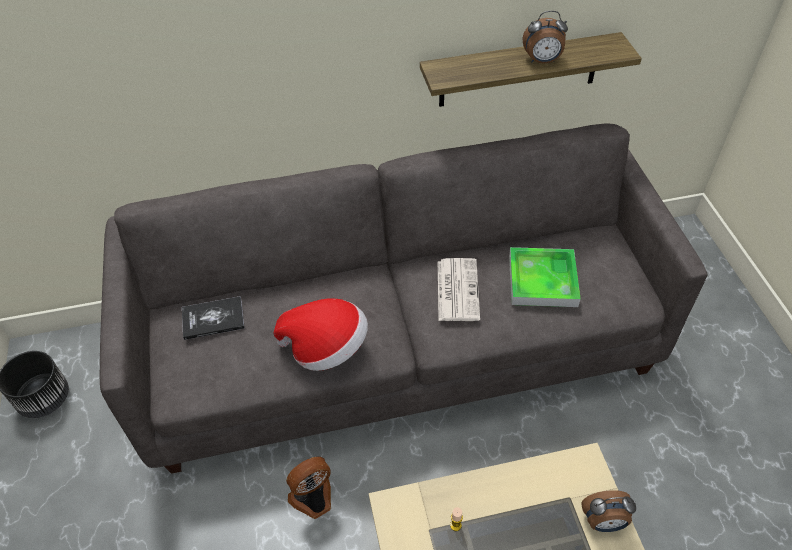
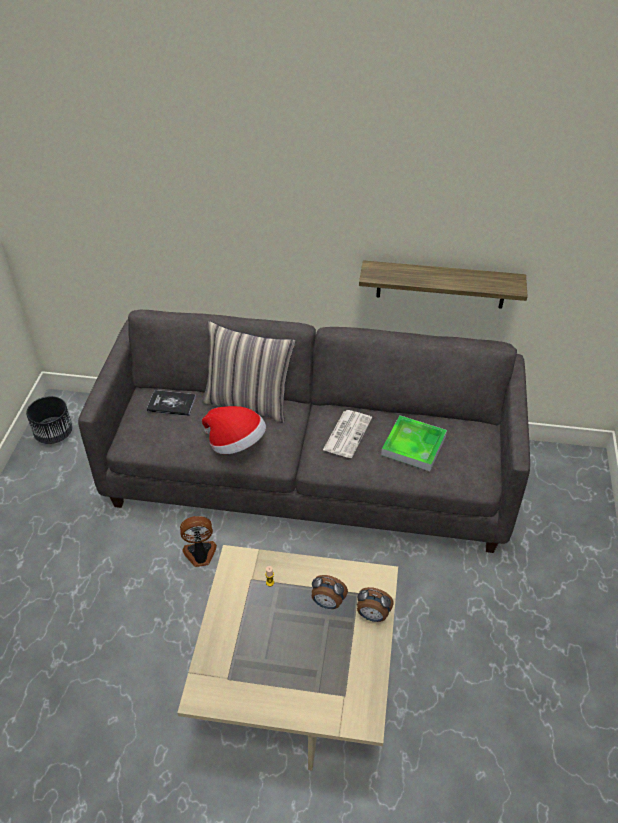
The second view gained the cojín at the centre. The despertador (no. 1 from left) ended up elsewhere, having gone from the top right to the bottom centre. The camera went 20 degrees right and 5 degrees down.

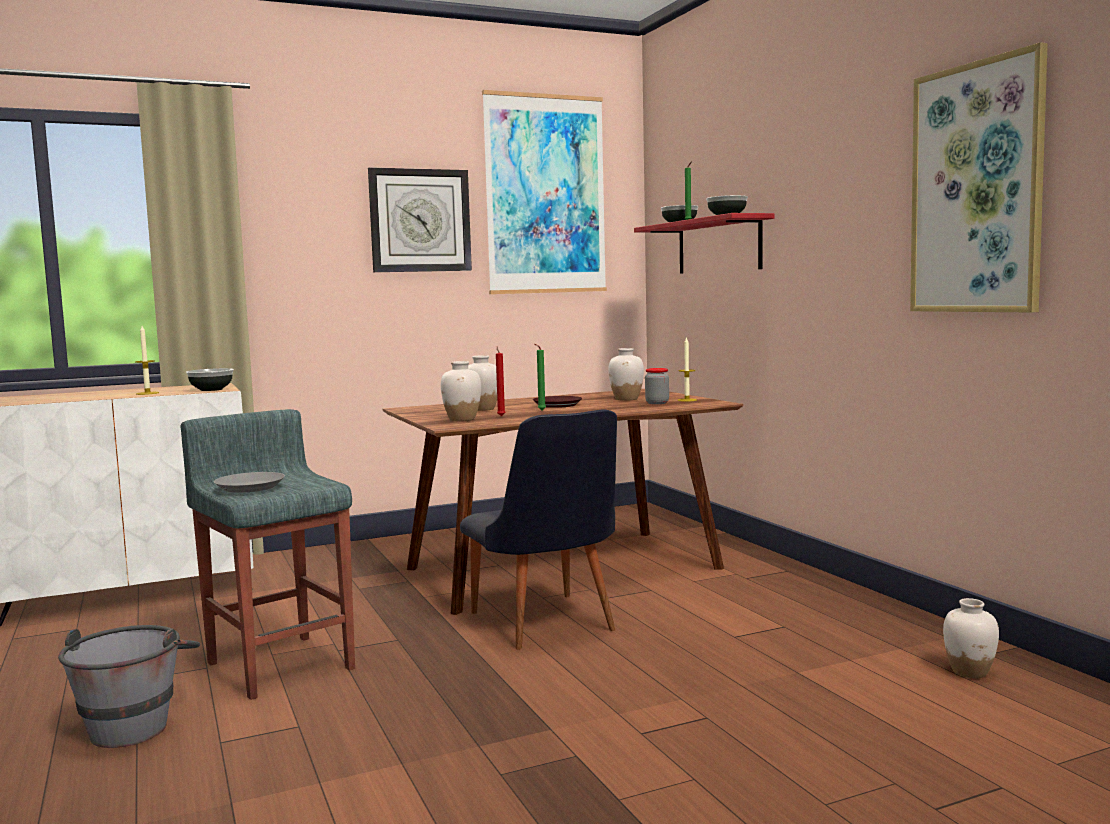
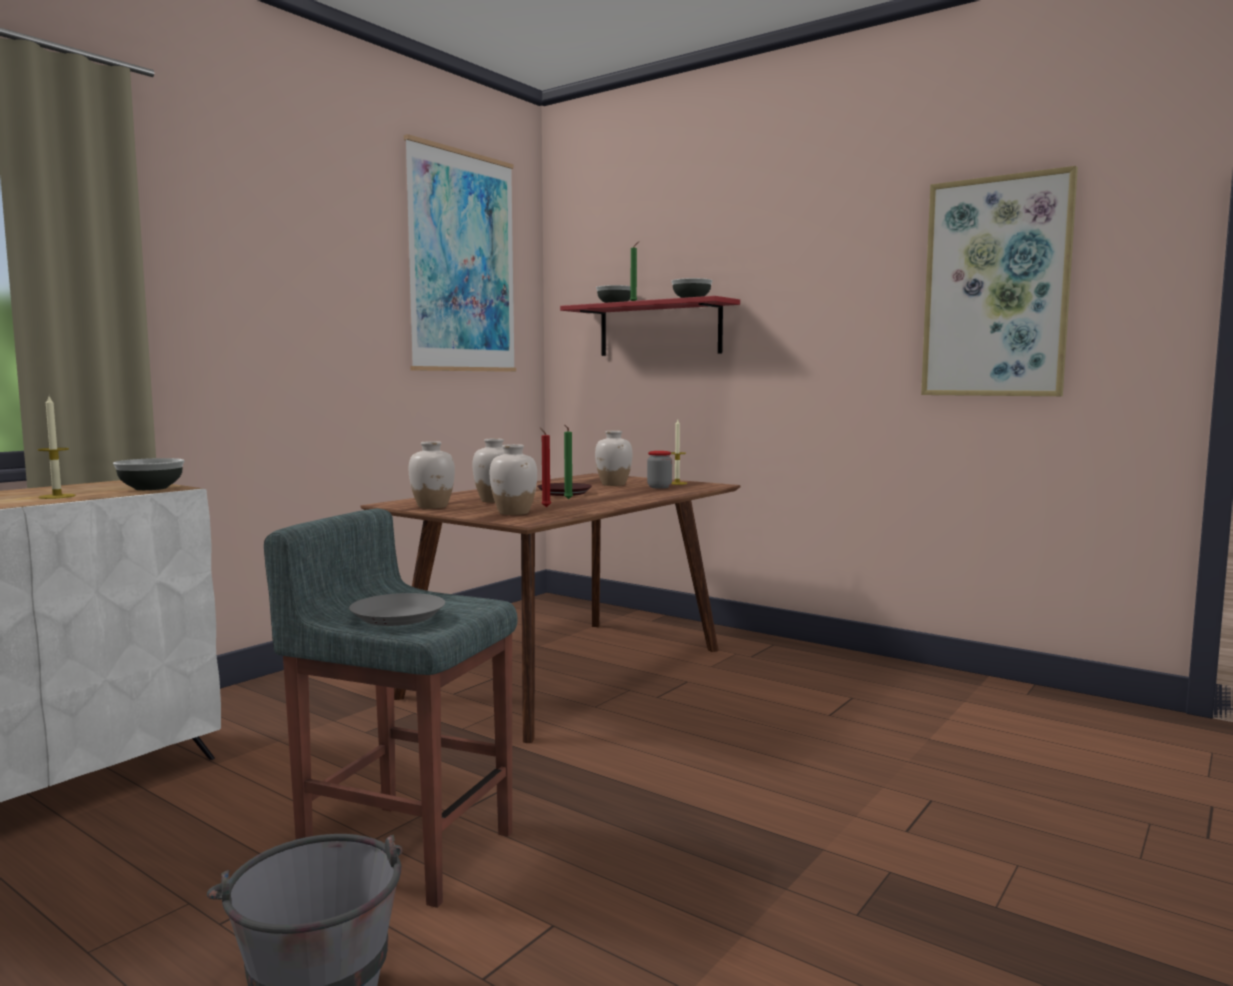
The florero [blanco] (no. 4 from left in the first image) ended up elsewhere, having gone from the bottom right to the centre. The second view lost the reloj de pared at the top centre. The second view lost the silla [negro] at the centre. The camera went 30 degrees left and 0 degrees up.

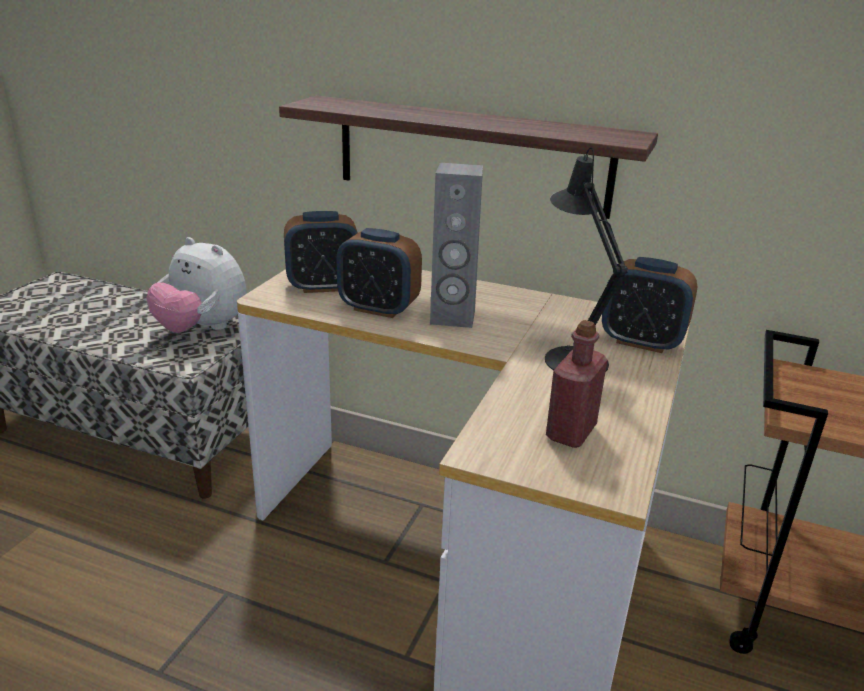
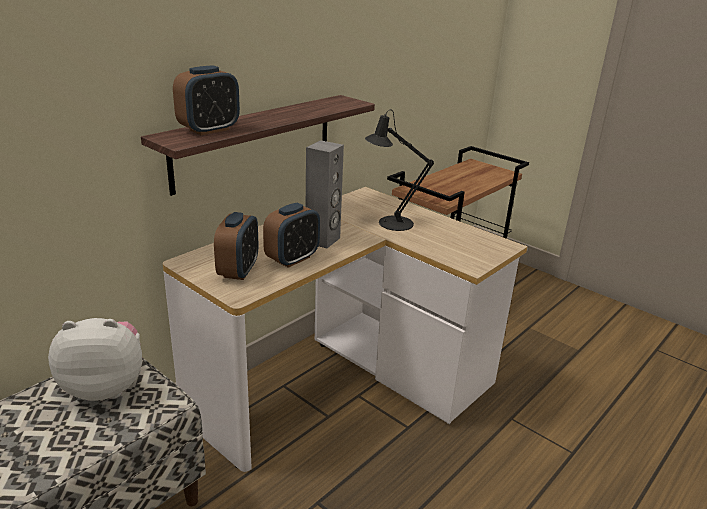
The peluche at the middle left ended up facing another way, 150 degrees counterclockwise from before. The despertador (no. 3 from left in the first image) ended up elsewhere, having gone from the middle right to the top left. The second view lost the botella [rojo] at the middle right. The camera went 70 degrees left and 0 degrees up.

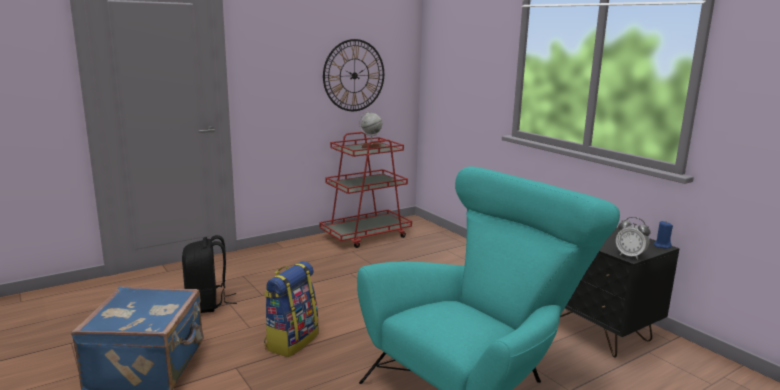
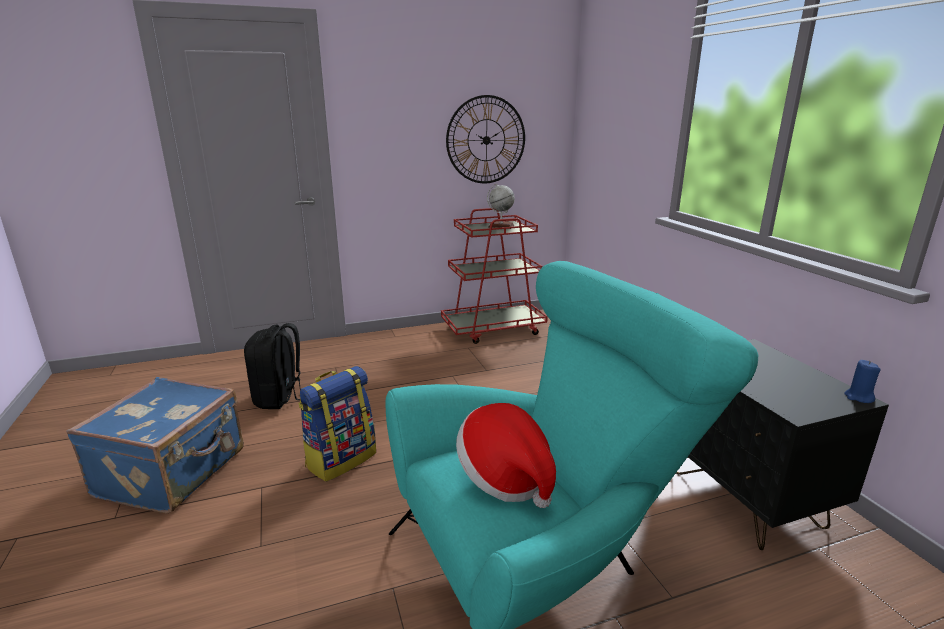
The second view gained the sombrero at the bottom centre. The second view lost the despertador at the middle right. The camera went 15 degrees right and 5 degrees up.

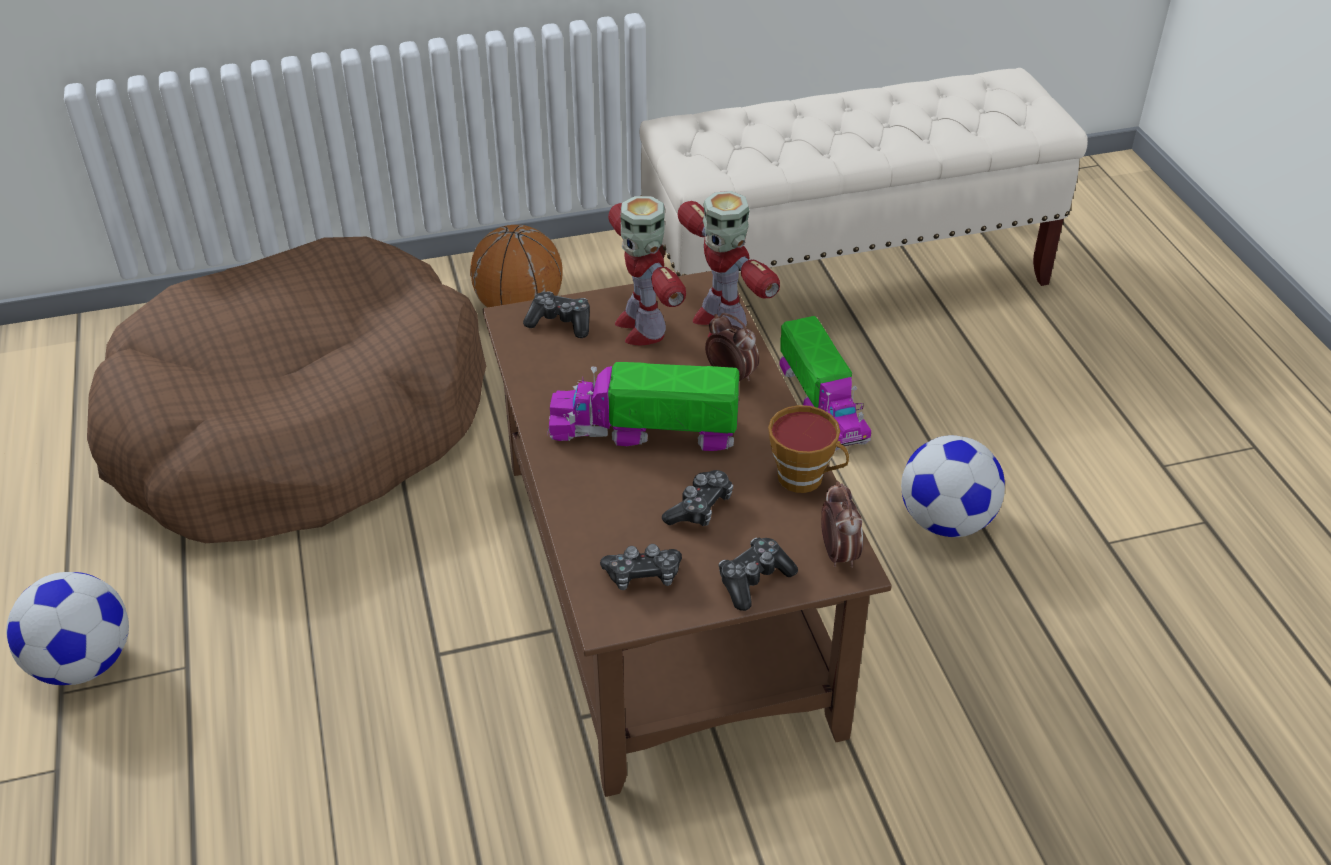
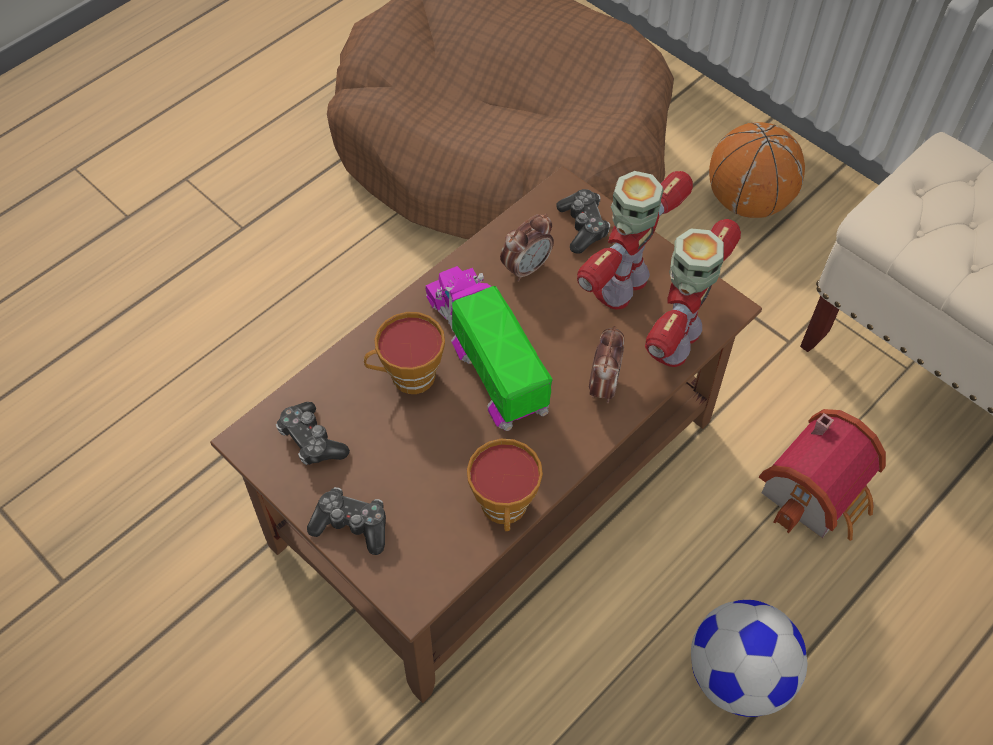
The second view gained the taza (no. 1 from left) at the centre. The despertador (no. 2 from left in the first image) ended up elsewhere, having gone from the centre to the top centre. Where the camión de juguete (no. 2 from left) stood at the centre, the casita came to stand at the middle right. The second view lost the balón de fútbol (no. 1 from left) at the bottom left. The second view lost the mando de consola (no. 3 from left) at the centre. The camera went 60 degrees right and 15 degrees up.

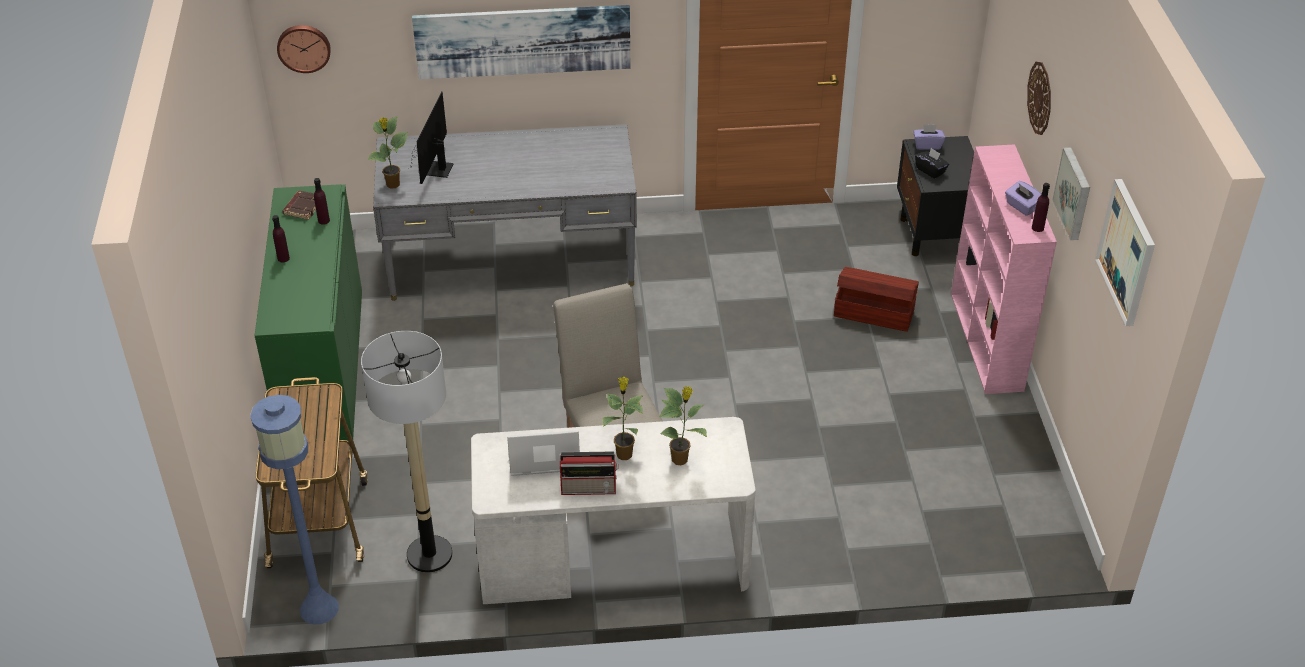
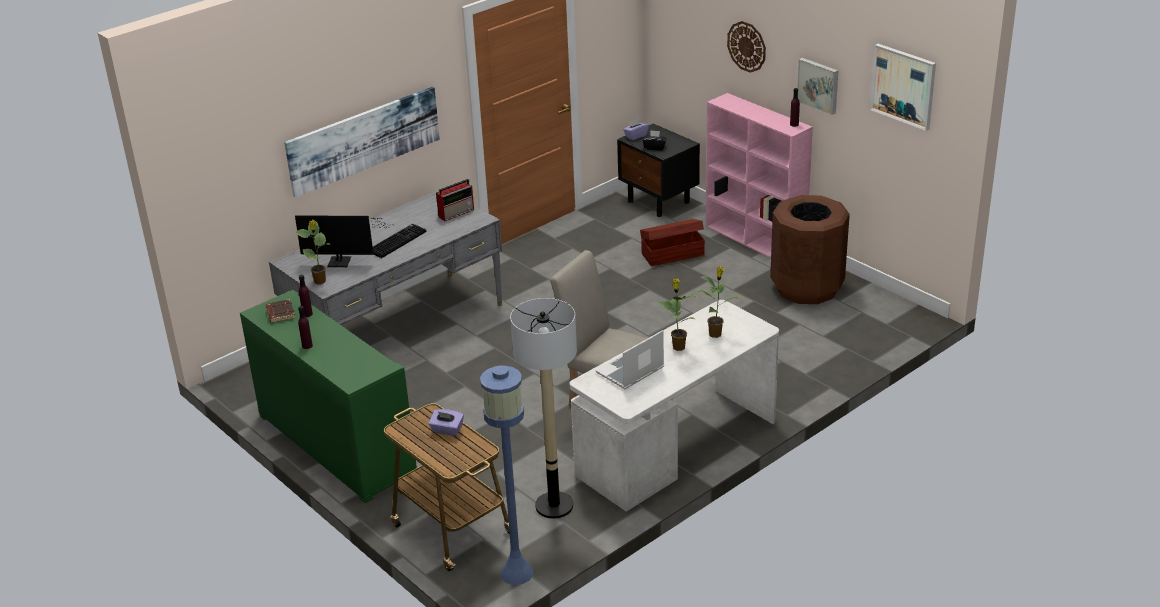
The monitor at the top left ended up facing another way, 60 degrees counterclockwise from before. The second view gained the teclado at the centre. The caja de pañuelos [morado] (no. 2 from left in the first image) ended up elsewhere, having gone from the top right to the bottom centre. The radio ended up elsewhere, having gone from the bottom centre to the top centre. The second view gained the papelera [marrón] at the middle right. The second view lost the reloj de pared (no. 1 from left) at the top left. The camera went 35 degrees left and 10 degrees down.

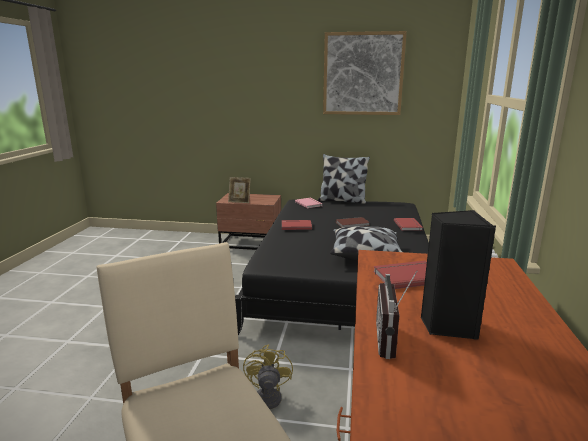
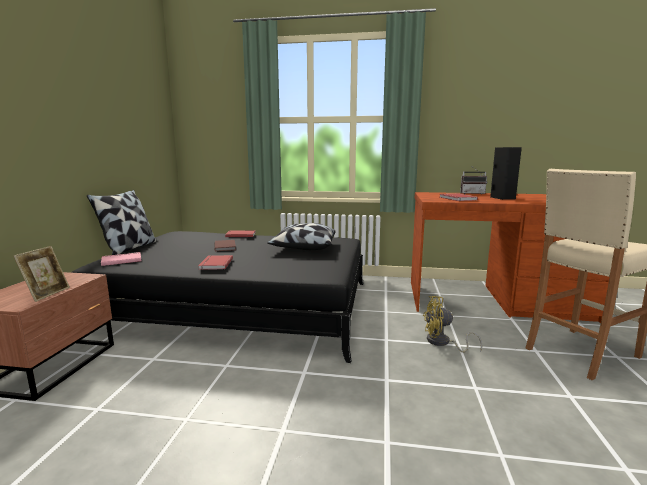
The radio ended up elsewhere, having gone from the bottom right to the middle right. The second view lost the cuadro at the top centre. The camera went 90 degrees left and 5 degrees down.

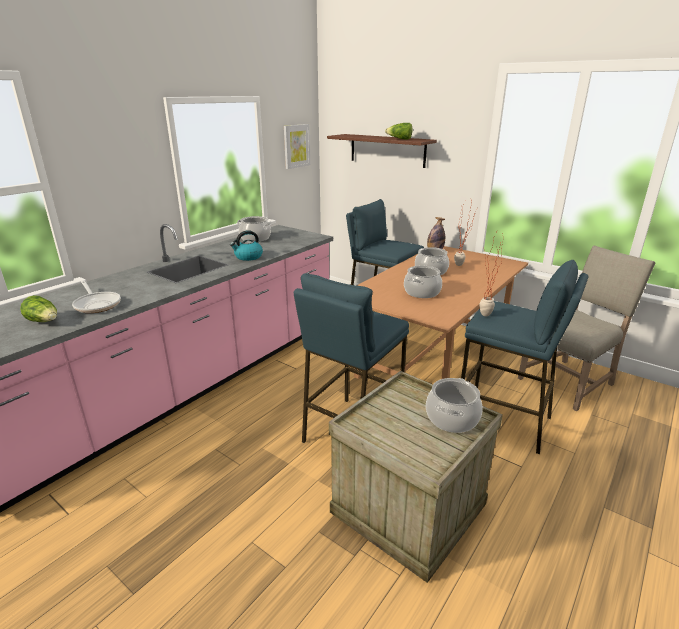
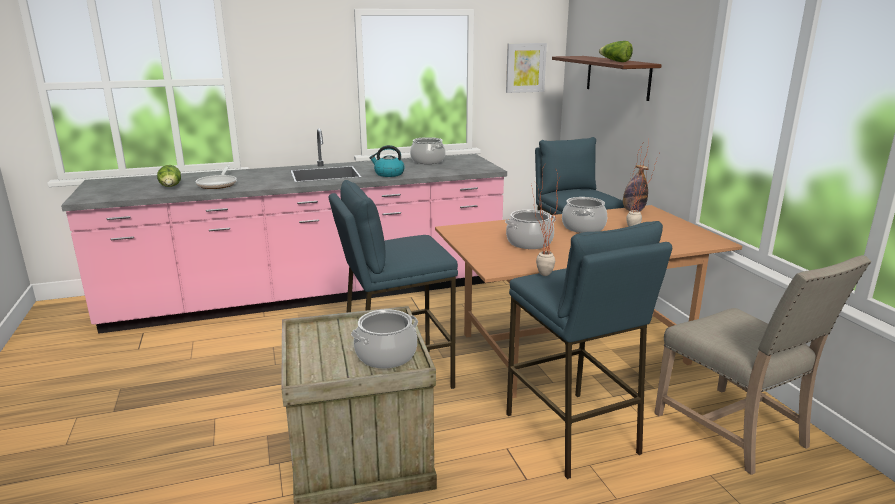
The silla [beis] at the middle right ended up facing another way, 60 degrees clockwise from before. The camera went 35 degrees right and 5 degrees down.

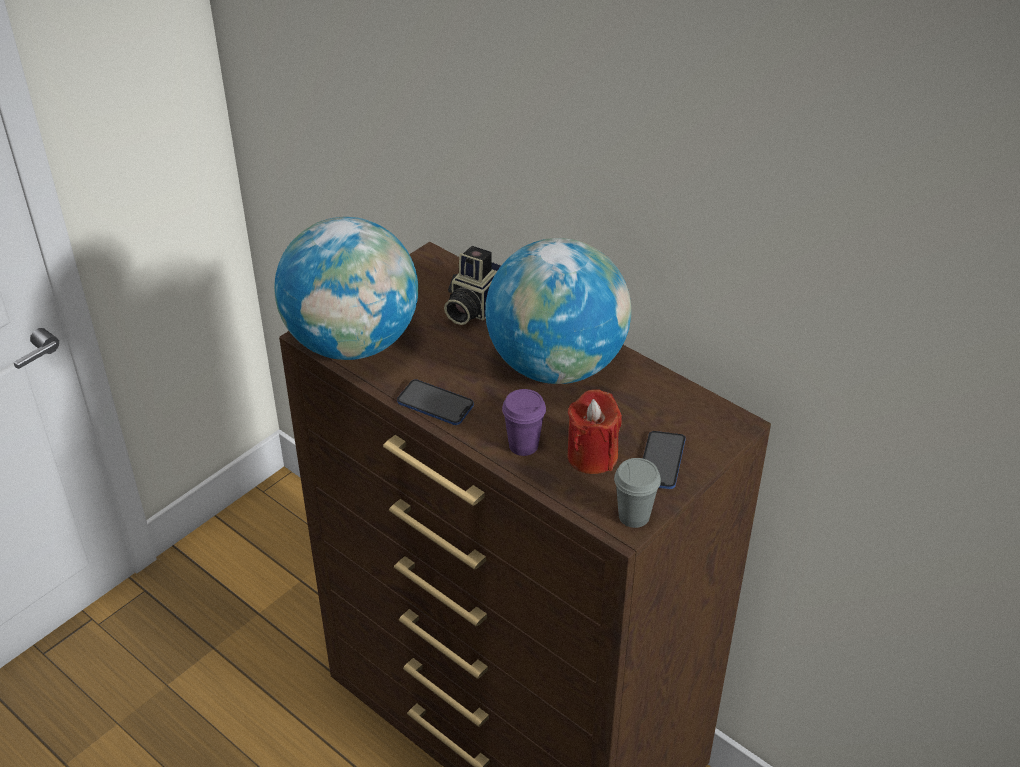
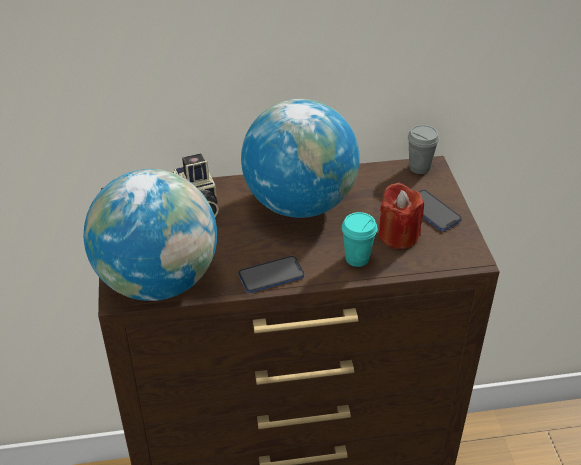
What was the taza [morado] at the centre turned into the taza [turquesa] at the centre. The taza [gris] ended up elsewhere, having gone from the centre to the top right. The camera went 50 degrees left and 0 degrees up.

